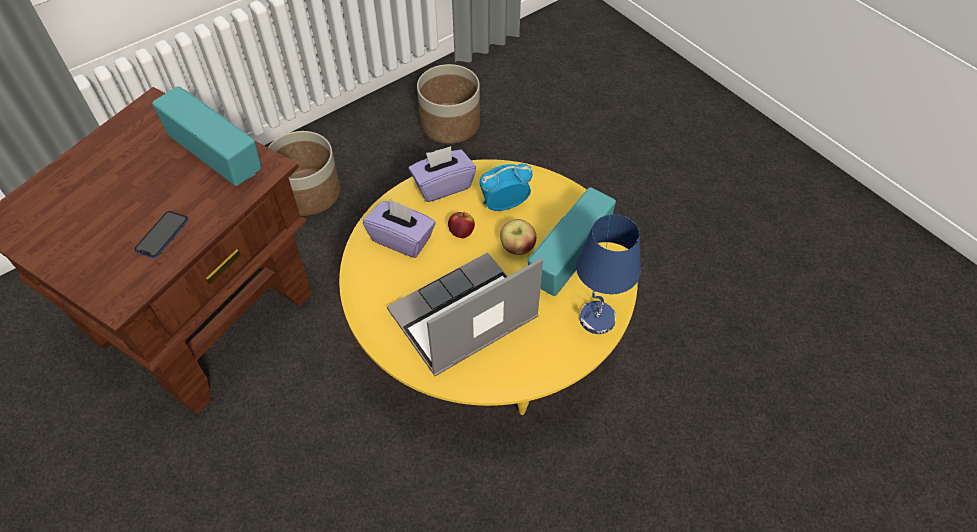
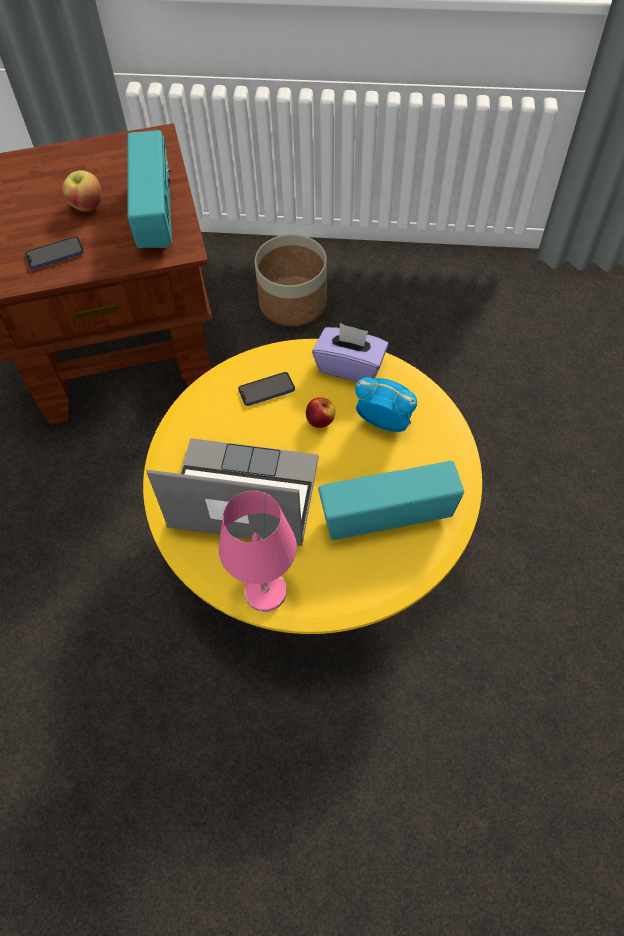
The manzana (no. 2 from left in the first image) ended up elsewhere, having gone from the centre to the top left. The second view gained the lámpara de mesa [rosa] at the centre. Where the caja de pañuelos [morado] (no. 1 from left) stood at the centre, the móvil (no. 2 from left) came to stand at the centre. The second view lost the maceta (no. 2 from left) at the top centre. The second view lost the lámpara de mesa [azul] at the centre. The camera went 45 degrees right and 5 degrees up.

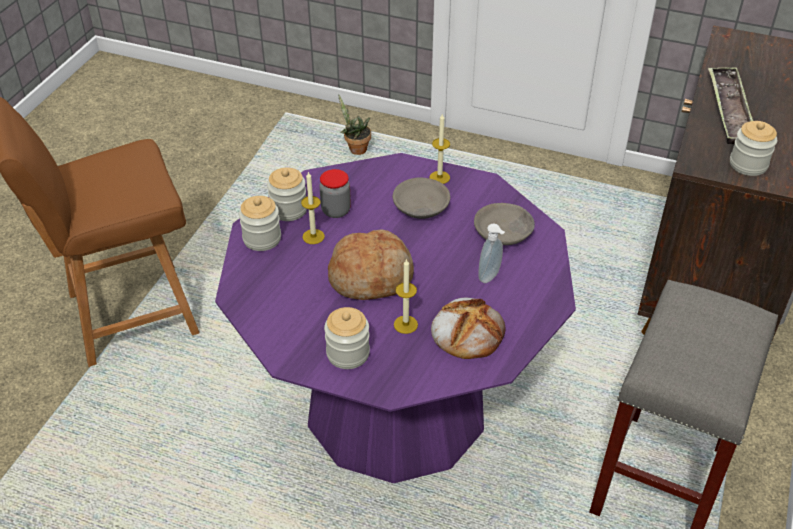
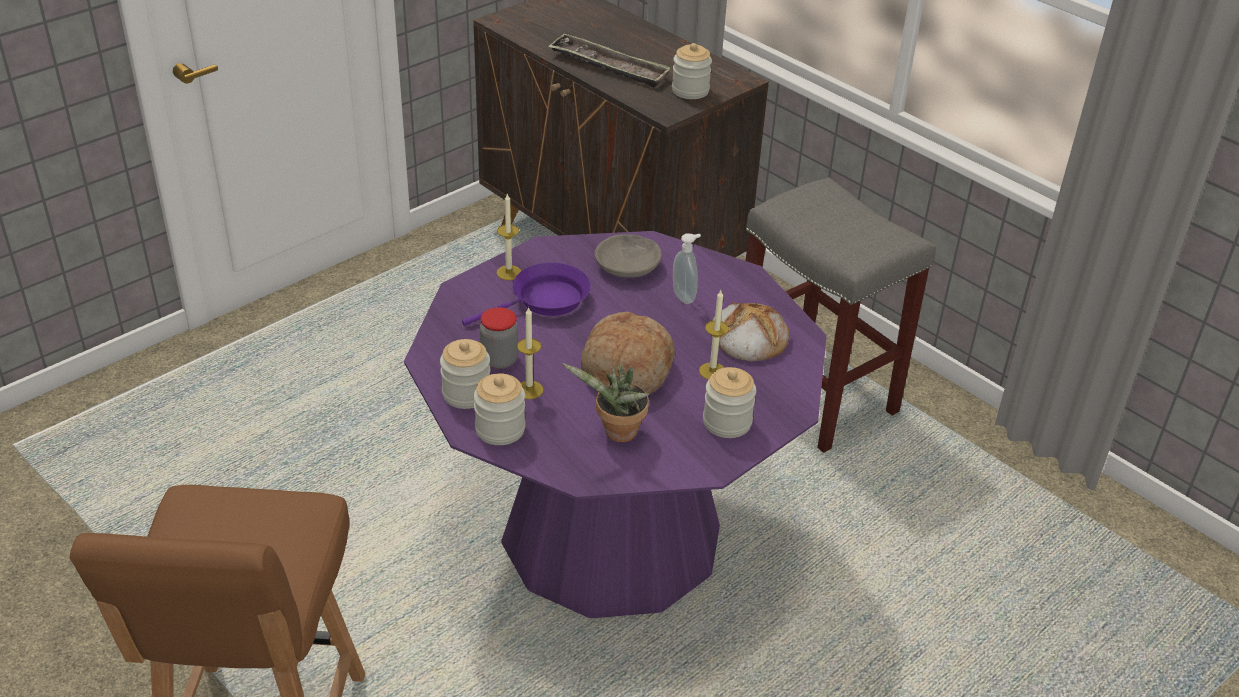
Where the cuenco [gris] (no. 1 from left) stood at the centre, the sartén [morado] came to stand at the centre. The planta en maceta ended up elsewhere, having gone from the top centre to the centre. The camera went 65 degrees left and 5 degrees down.

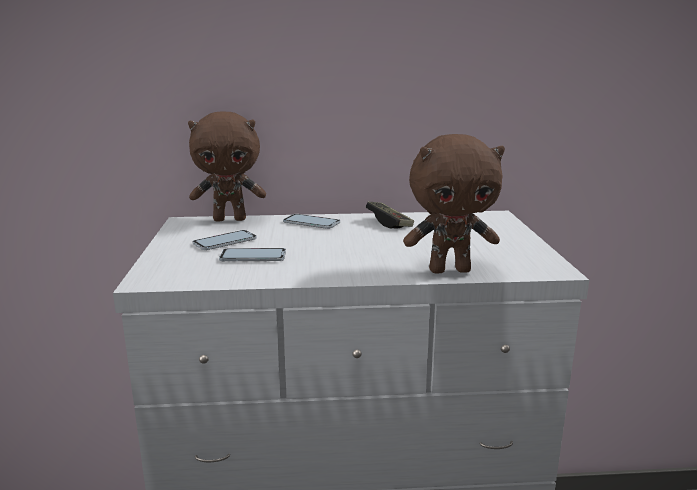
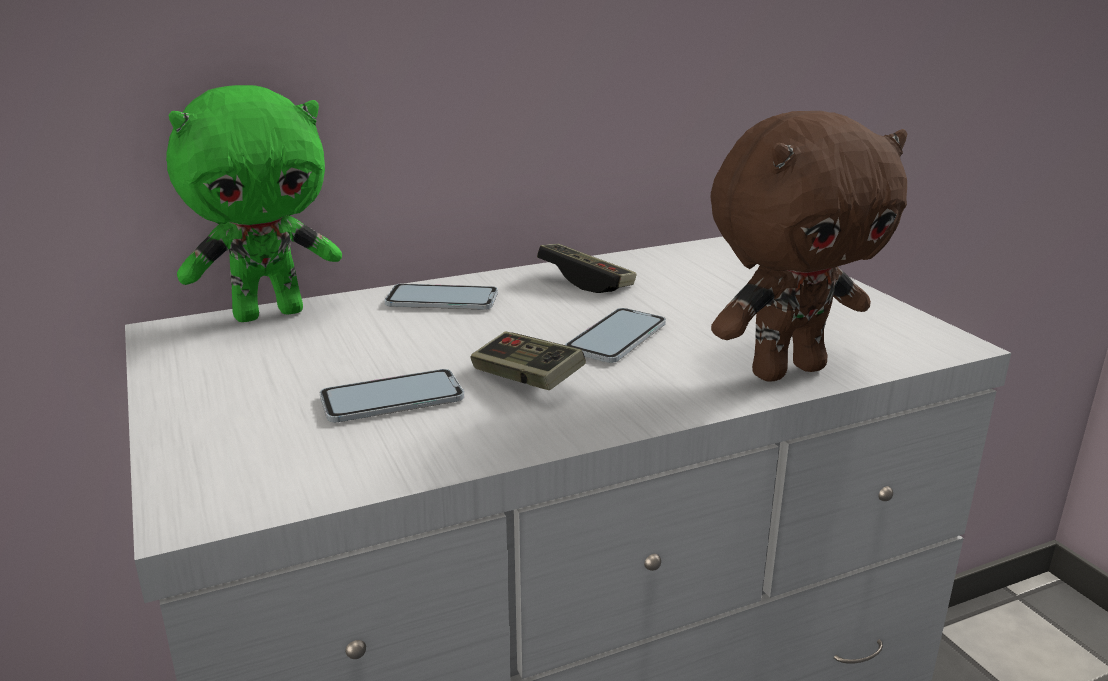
What was the peluche [marrón] (no. 1 from left) at the middle left turned into the peluche [verde] at the top left. The second view gained the mando de consola (no. 1 from left) at the centre. The móvil (no. 1 from left in the first image) ended up elsewhere, having gone from the middle left to the centre. The camera went 20 degrees left and 5 degrees up.

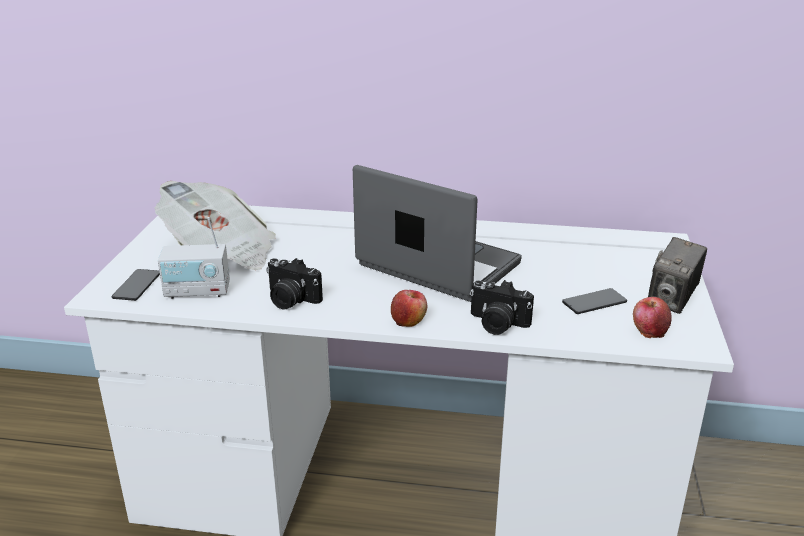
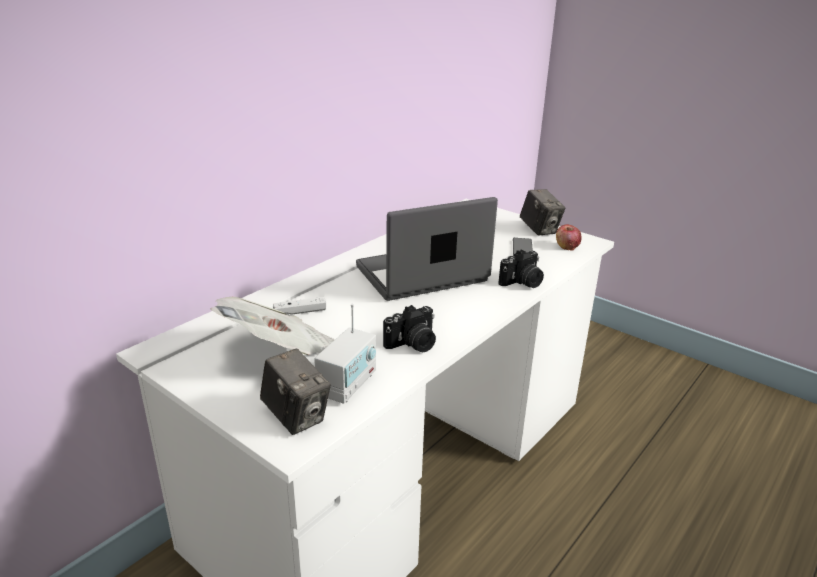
Where the móvil (no. 1 from left) stood at the middle left, the cámara (no. 1 from left) came to stand at the bottom centre. The second view gained the mando de consola [blanco] at the centre. The second view lost the manzana (no. 1 from left) at the centre. The camera went 60 degrees left and 0 degrees up.

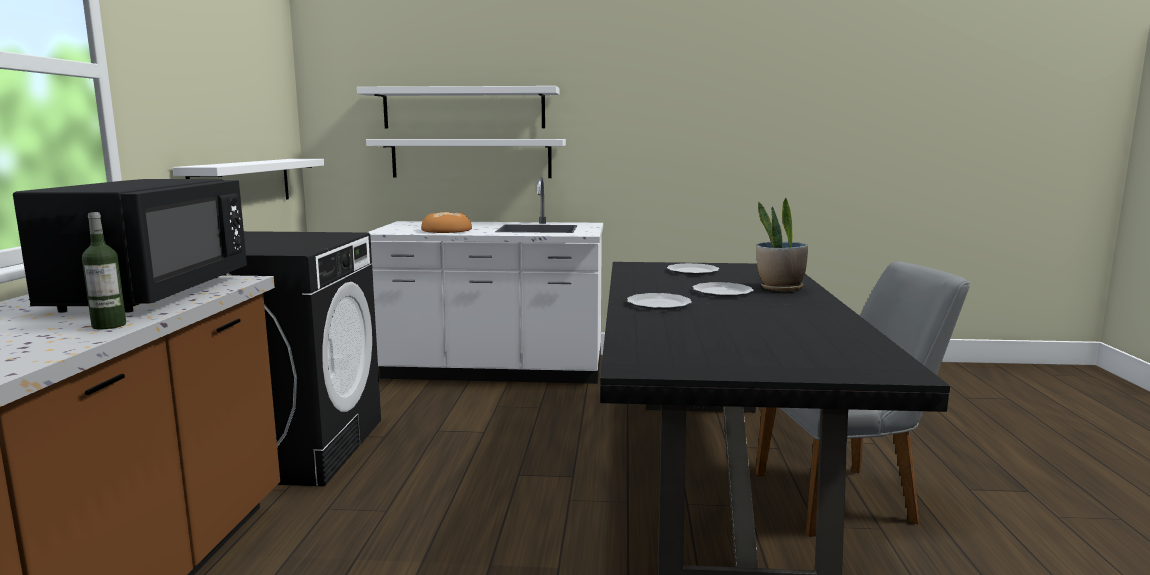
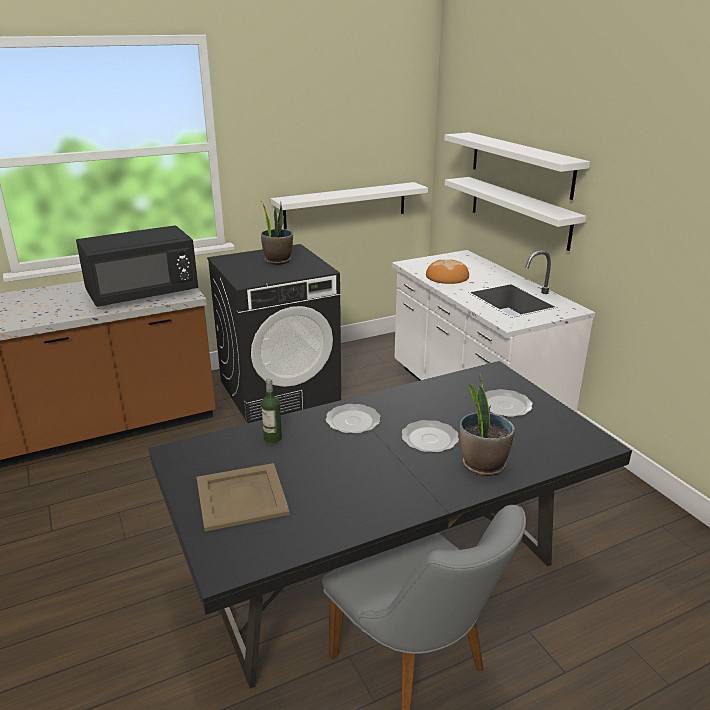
The second view gained the bandeja [beis] at the bottom centre. The second view gained the planta en maceta (no. 1 from left) at the top centre. The botella ended up elsewhere, having gone from the middle left to the centre. The camera went 60 degrees right and 15 degrees up.

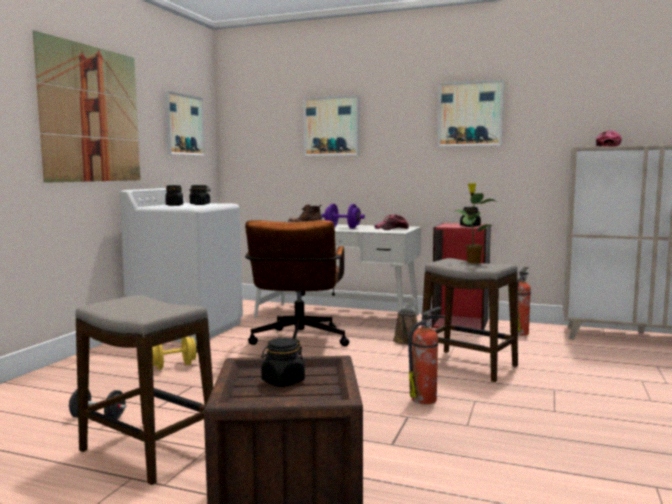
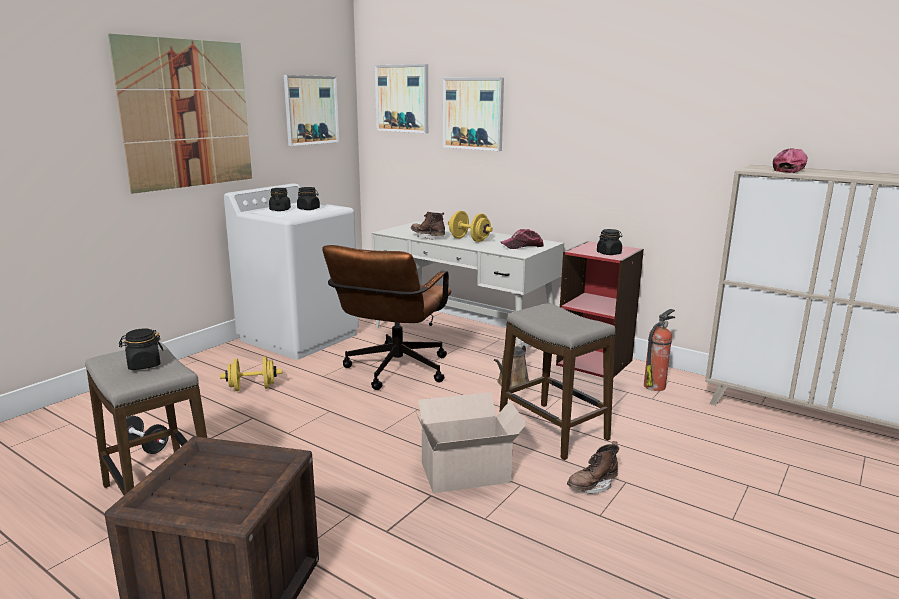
The tarro [negro] (no. 3 from left in the first image) ended up elsewhere, having gone from the bottom centre to the middle left. The cuadro (no. 4 from left in the first image) ended up elsewhere, having gone from the top right to the top centre. Where the extintor (no. 1 from left) stood at the bottom centre, the caja de cartón came to stand at the bottom centre. What was the mancuerna [morado] at the centre turned into the mancuerna [amarillo] (no. 2 from left) at the centre. The second view gained the bota [marrón] (no. 2 from left) at the bottom centre. The second view lost the planta en maceta at the middle right. The camera went 15 degrees right and 10 degrees up.

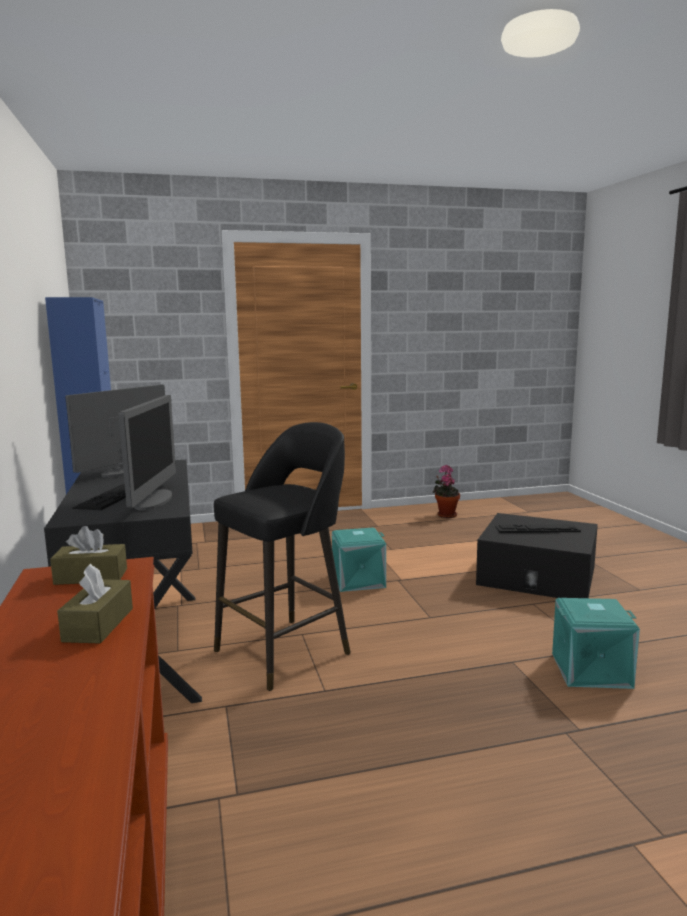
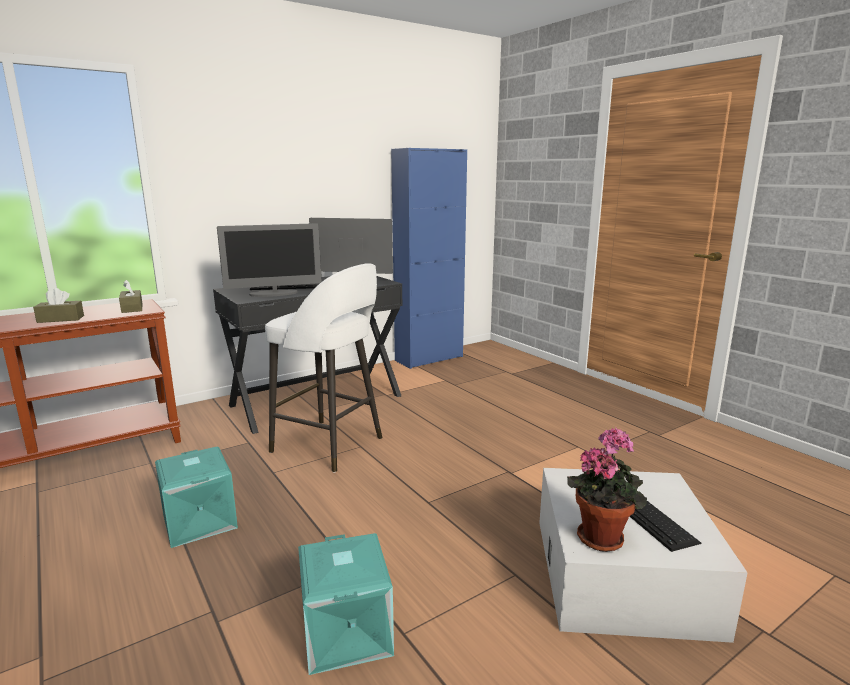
The caja de almacenaje [turquesa] (no. 1 from left) ended up elsewhere, having gone from the centre to the bottom left. What was the taburete [negro] at the centre turned into the taburete [blanco] at the centre. What was the caja de almacenaje [negro] at the middle right turned into the caja de almacenaje [blanco] at the bottom right. The planta en maceta ended up elsewhere, having gone from the centre to the bottom right. The camera went 70 degrees right and 5 degrees up.

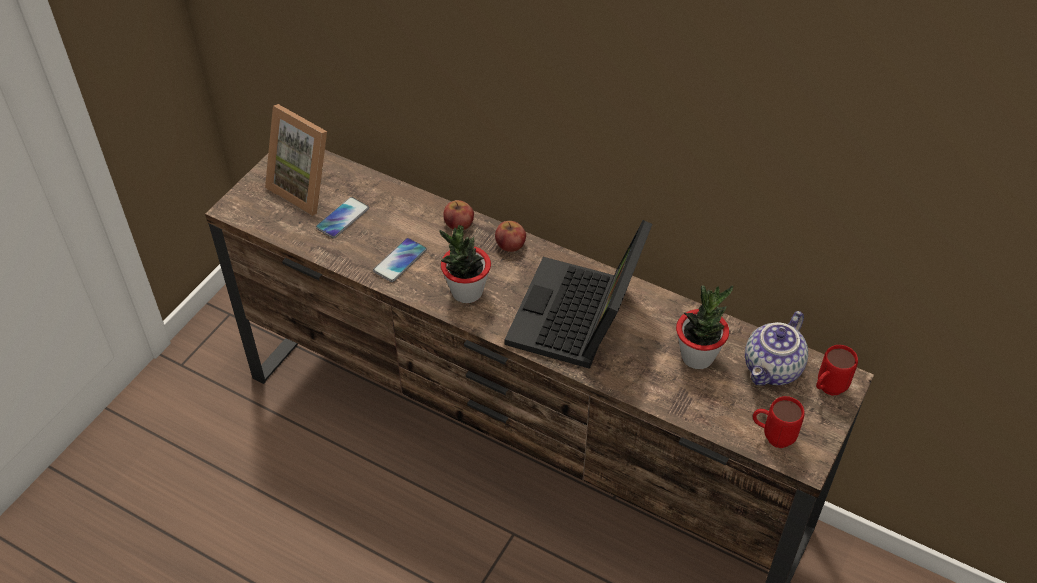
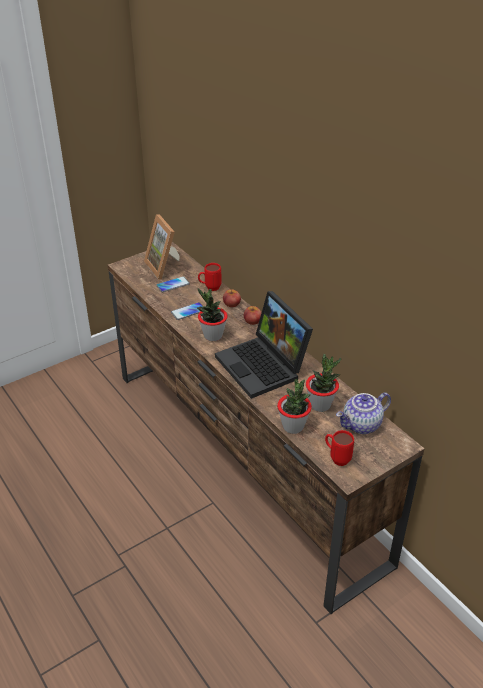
The taza grande [rojo] (no. 2 from left in the first image) ended up elsewhere, having gone from the middle right to the centre. The portátil at the centre ended up facing another way, 75 degrees counterclockwise from before. The second view gained the planta en maceta (no. 2 from left) at the centre. The camera went 25 degrees right and 10 degrees down.

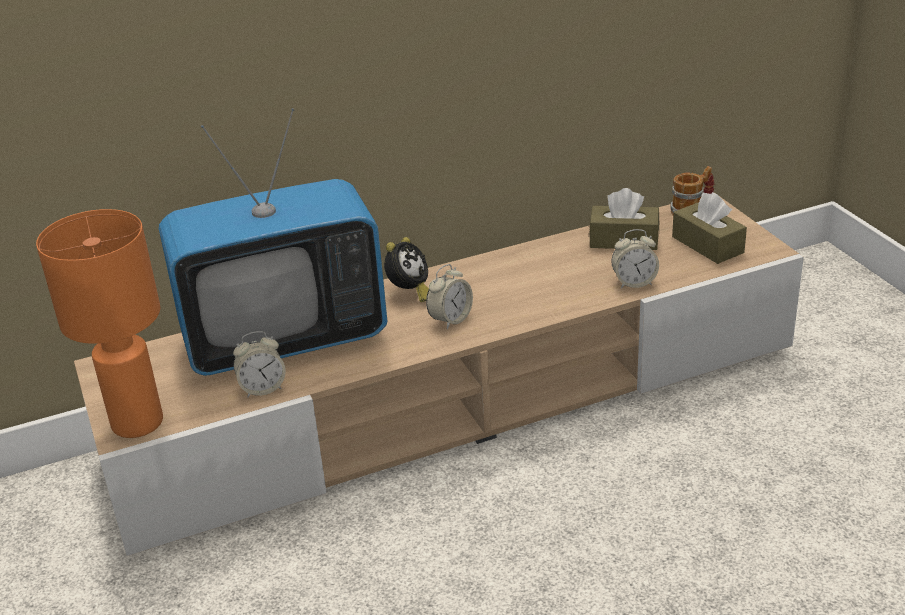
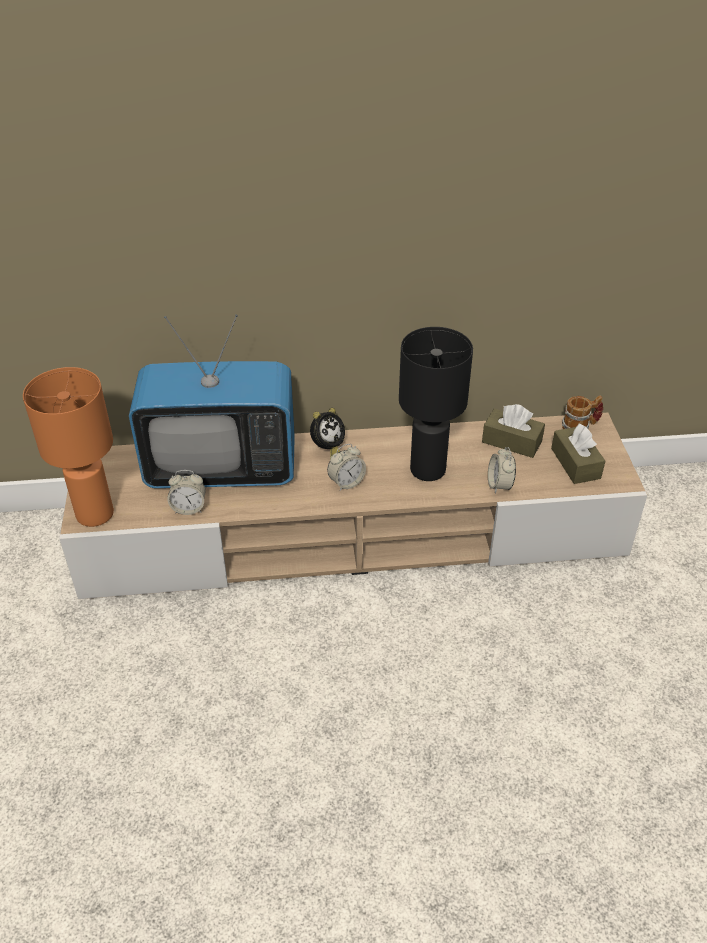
The second view gained the lámpara de mesa [negro] at the centre. The despertador (no. 4 from left) at the middle right ended up facing another way, 75 degrees clockwise from before. The camera went 15 degrees right and 10 degrees up.

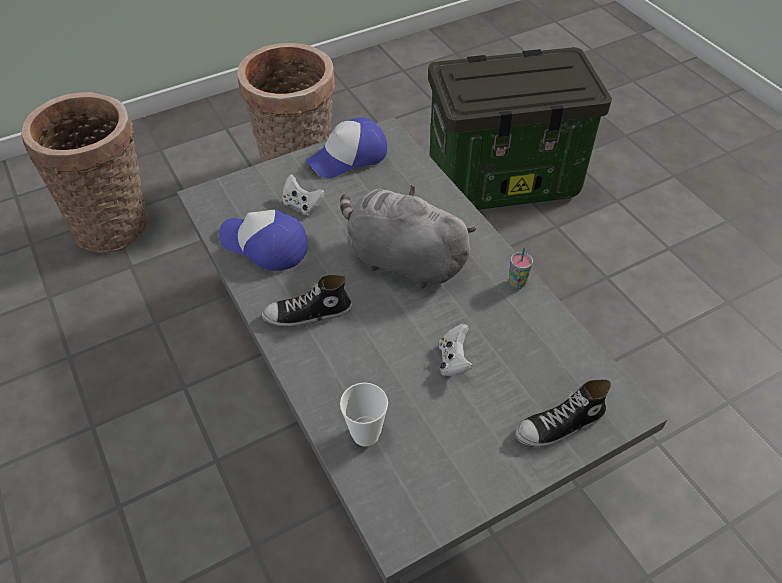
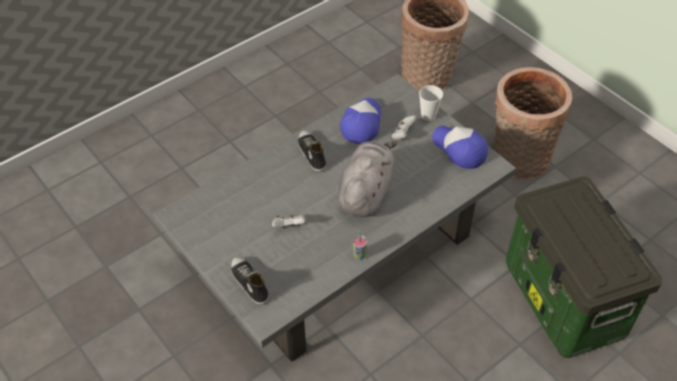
The taza (no. 1 from left in the first image) ended up elsewhere, having gone from the bottom centre to the top centre. The camera went 80 degrees right and 0 degrees up.

